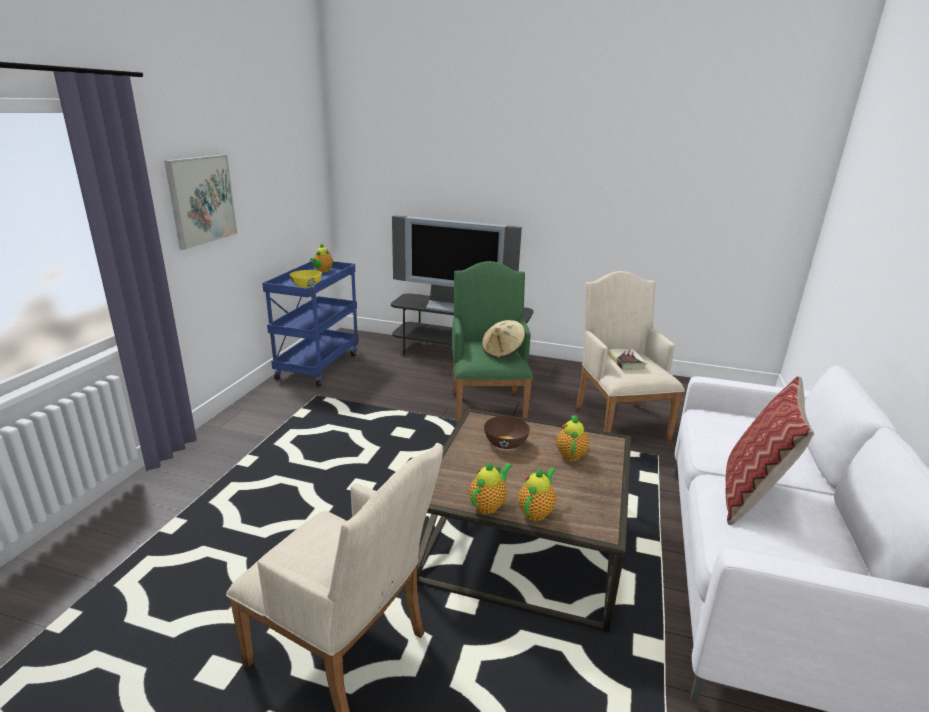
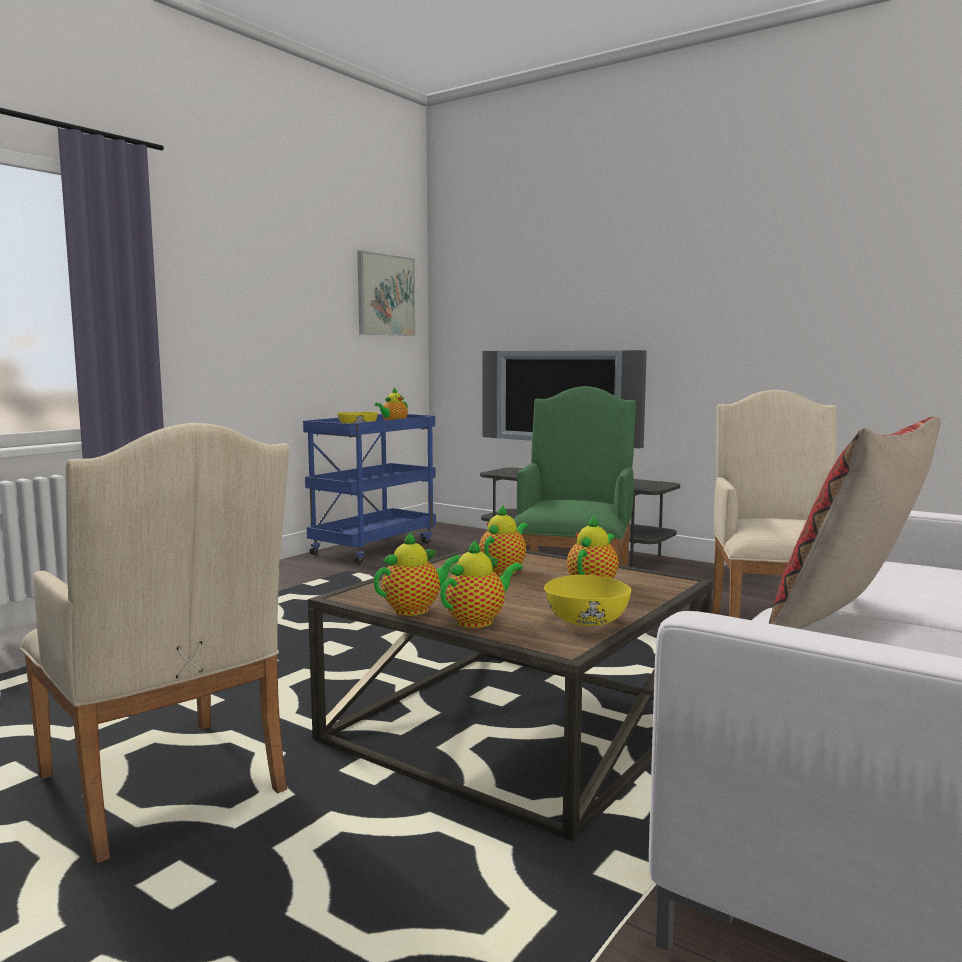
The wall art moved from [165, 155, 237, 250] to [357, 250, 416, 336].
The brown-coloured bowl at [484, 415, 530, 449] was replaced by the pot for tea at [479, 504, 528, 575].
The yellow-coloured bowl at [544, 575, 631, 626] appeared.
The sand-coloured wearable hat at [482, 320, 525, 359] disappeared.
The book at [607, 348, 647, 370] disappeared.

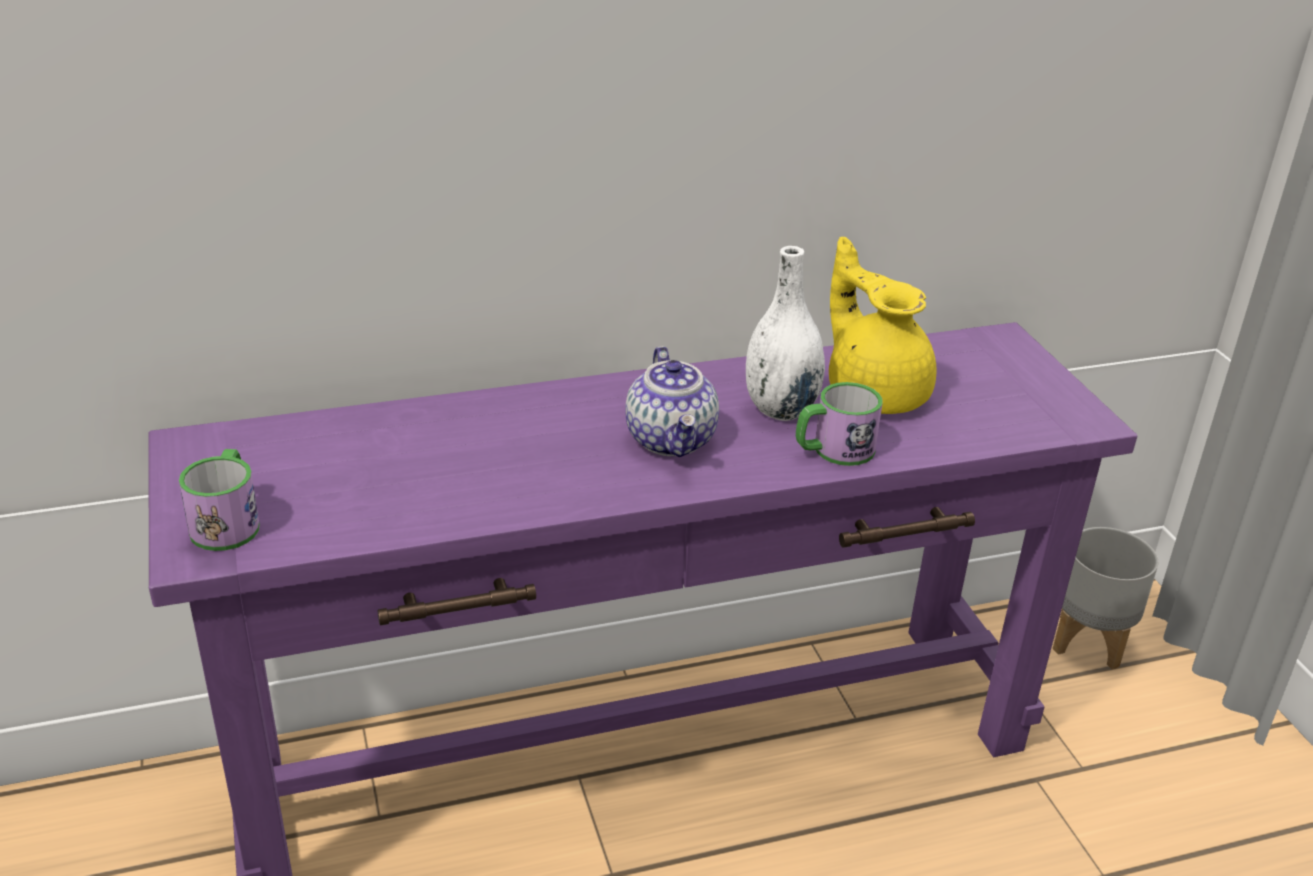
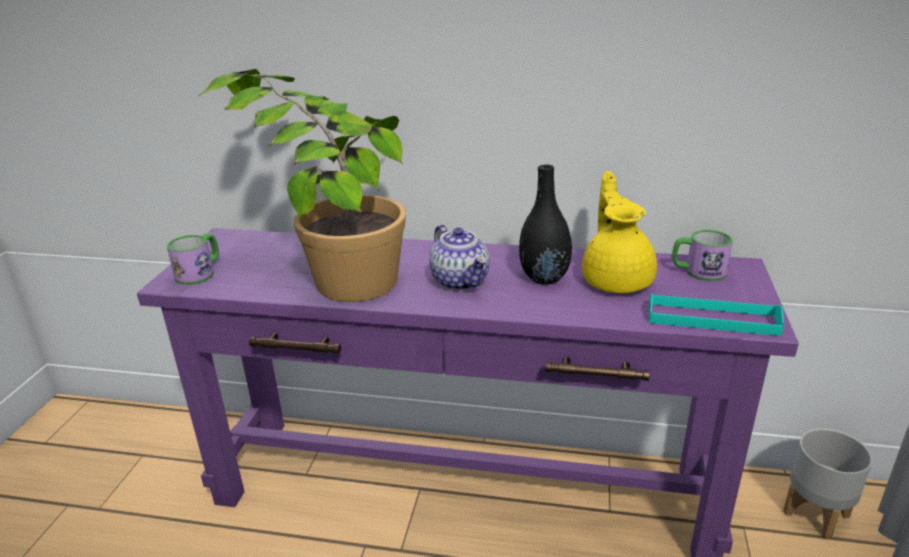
The potted plant at [198, 69, 406, 302] appeared.
The pot for tea at [625, 346, 719, 457] turned 45 degrees counterclockwise.
The white vase at [746, 246, 825, 421] became the blackish vase at [519, 164, 572, 285].
The turquoise tray at [649, 293, 784, 336] appeared.
The tea mug moved from [796, 382, 883, 466] to [672, 230, 733, 281].

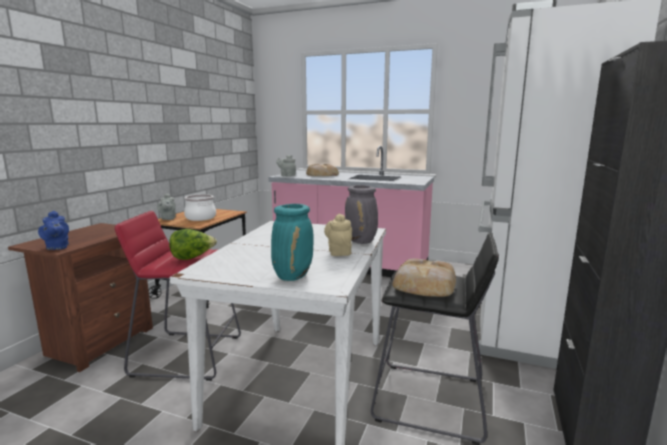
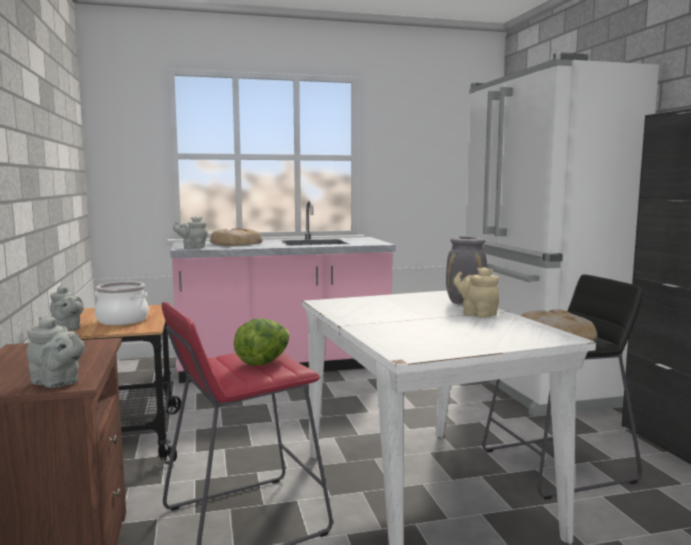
The blue pot for tea at [38, 211, 69, 250] became the greyish pot for tea at [27, 316, 85, 388].
The turquoise vase at [271, 204, 313, 281] disappeared.

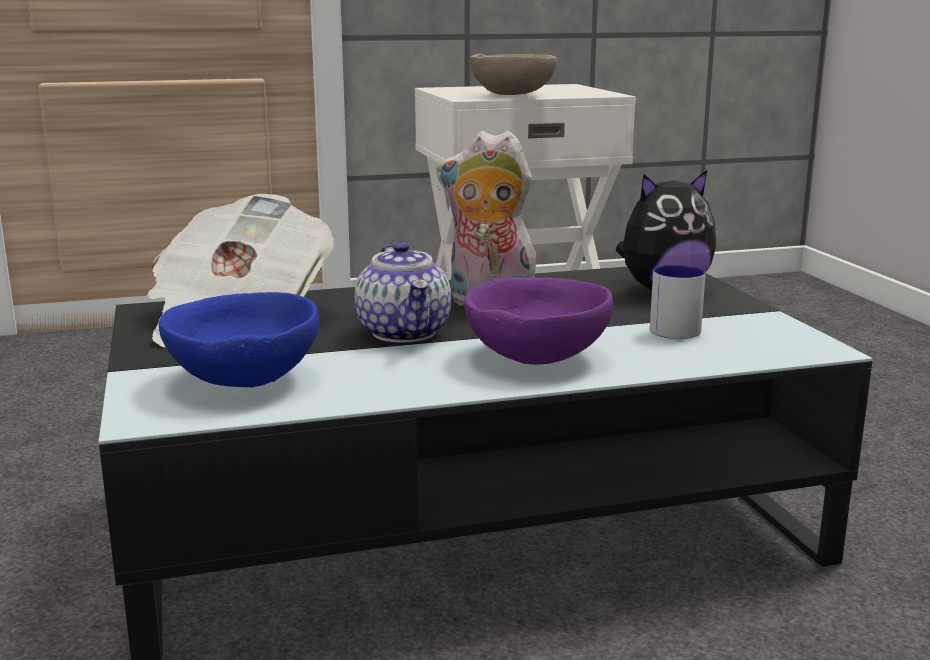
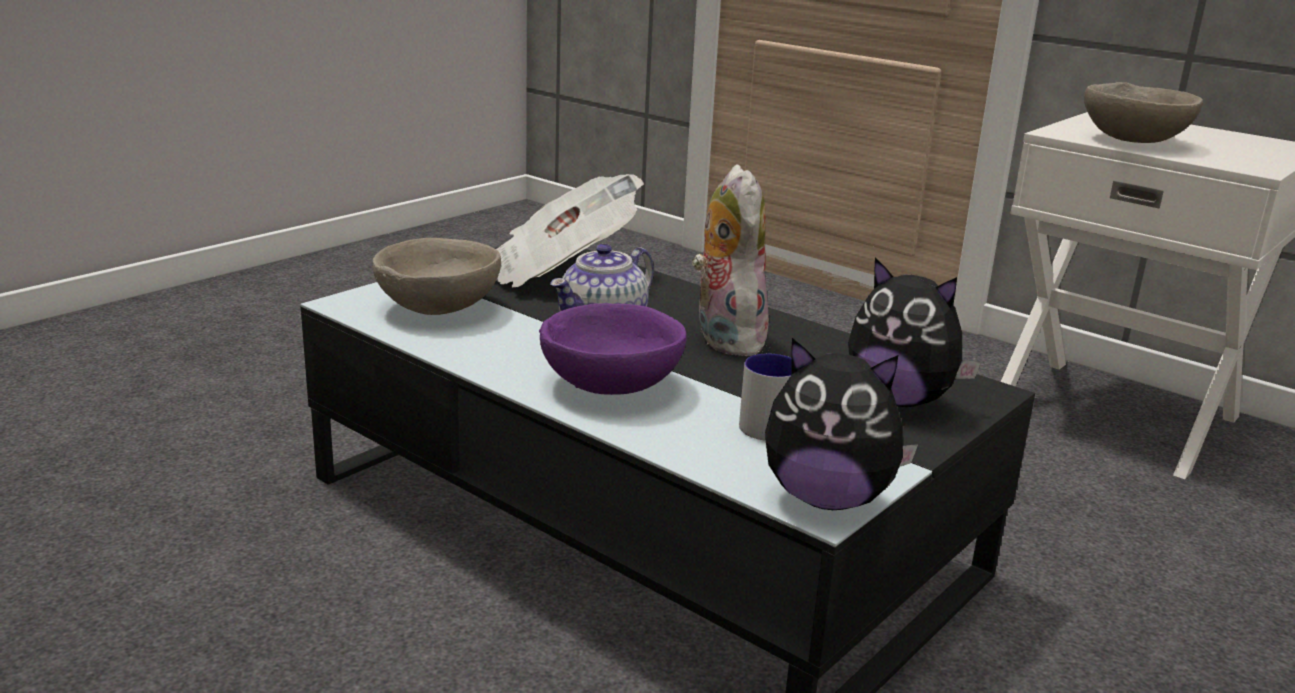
The blue bowl at [159, 292, 319, 387] became the sand-coloured bowl at [373, 238, 501, 315].
The soft toy at [765, 338, 918, 510] appeared.

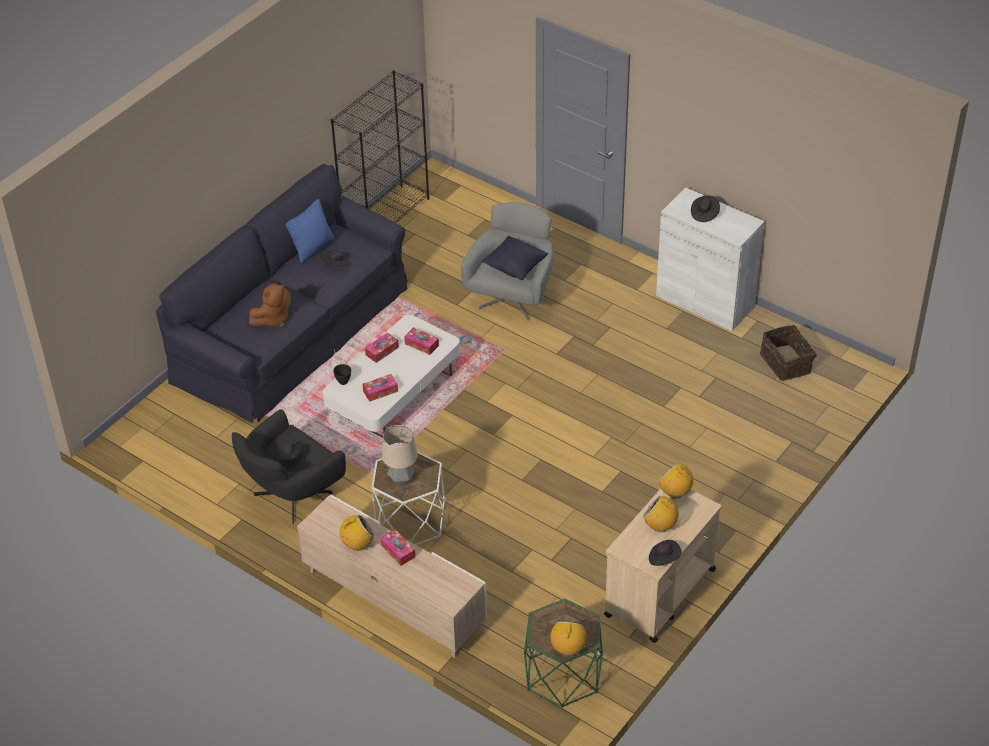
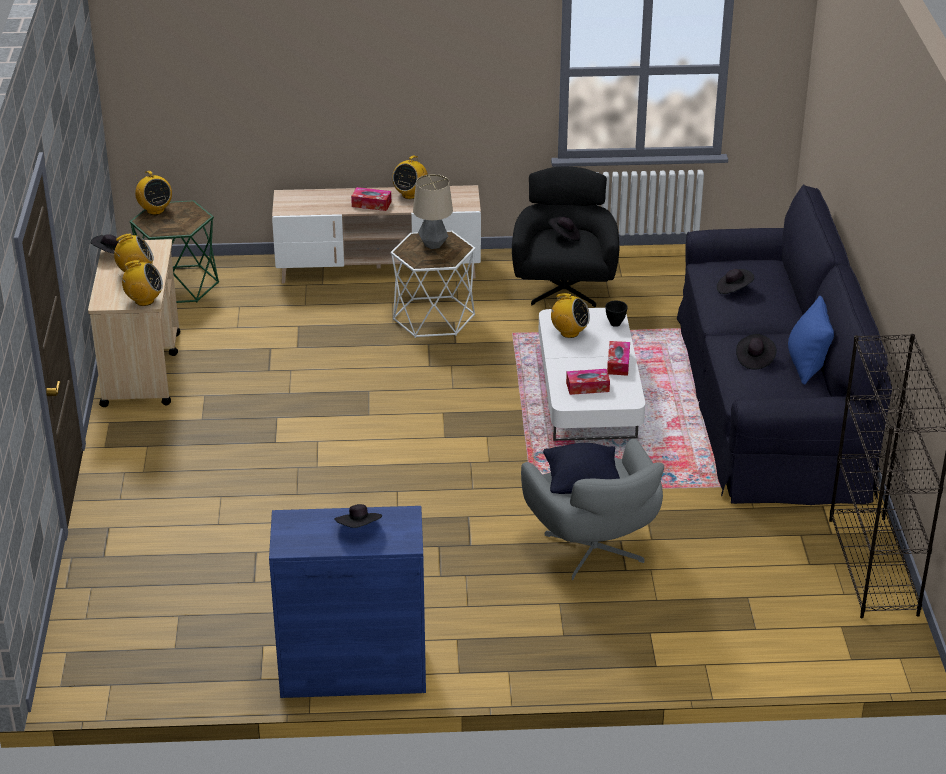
The white cabinet at [656, 188, 765, 331] became the blue cabinet at [269, 506, 426, 698].
The tissue box at [362, 374, 398, 402] was replaced by the radio at [549, 293, 590, 338].
The brown-coloured soft toy at [249, 283, 291, 327] was replaced by the blackish wearable hat at [717, 269, 754, 294].
The household basket at [760, 325, 817, 381] disappeared.

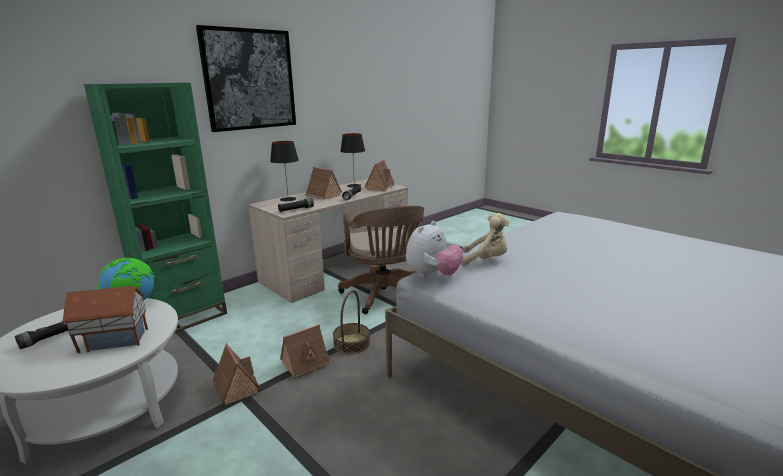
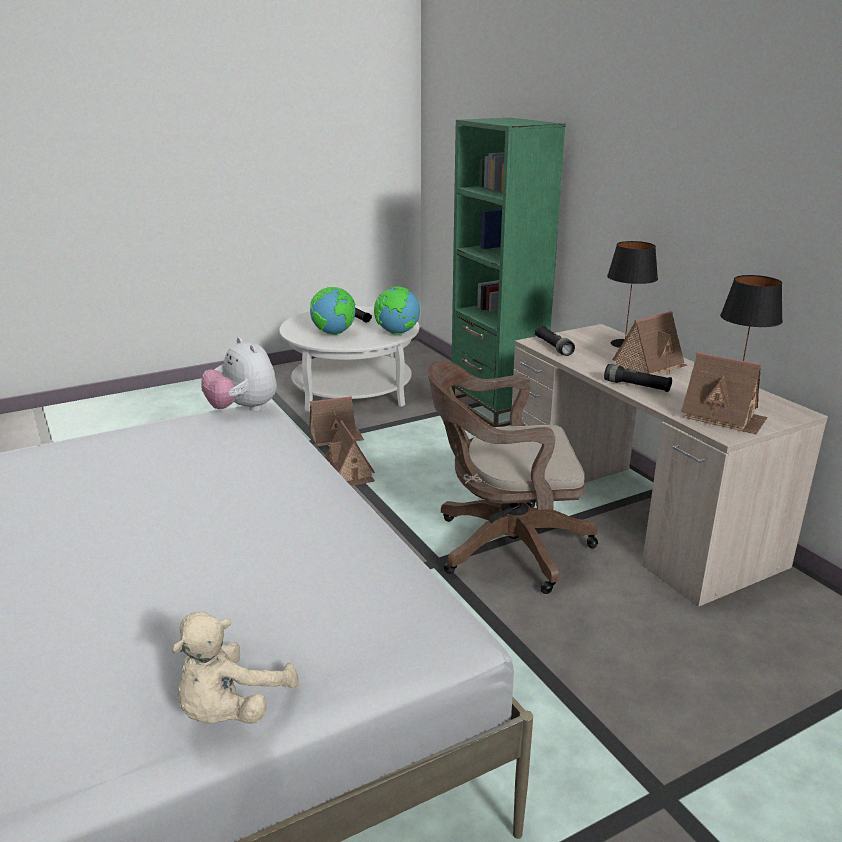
The sand-coloured soft toy moved from [461, 213, 509, 266] to [171, 611, 299, 724].
The toy house at [61, 286, 148, 353] was replaced by the globe at [310, 287, 355, 335].
The wall art at [196, 25, 296, 132] disappeared.
The household basket at [333, 290, 370, 354] disappeared.

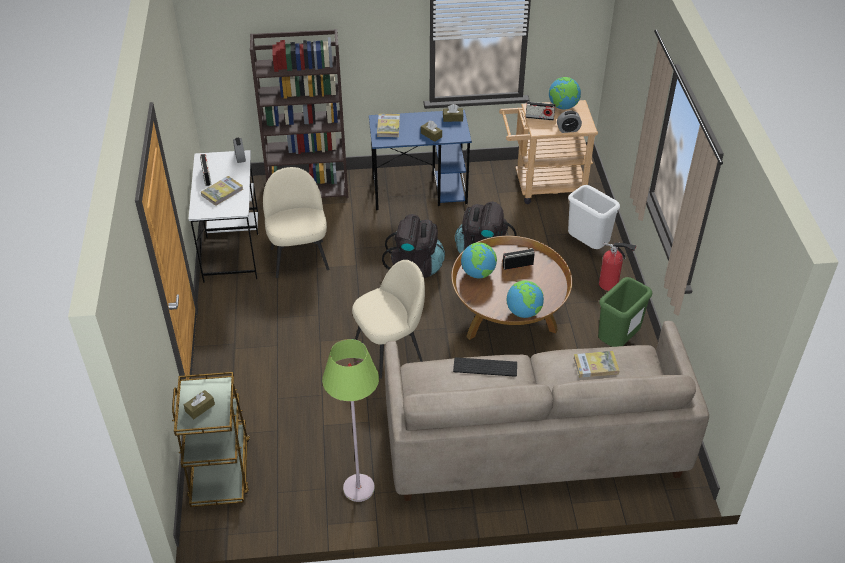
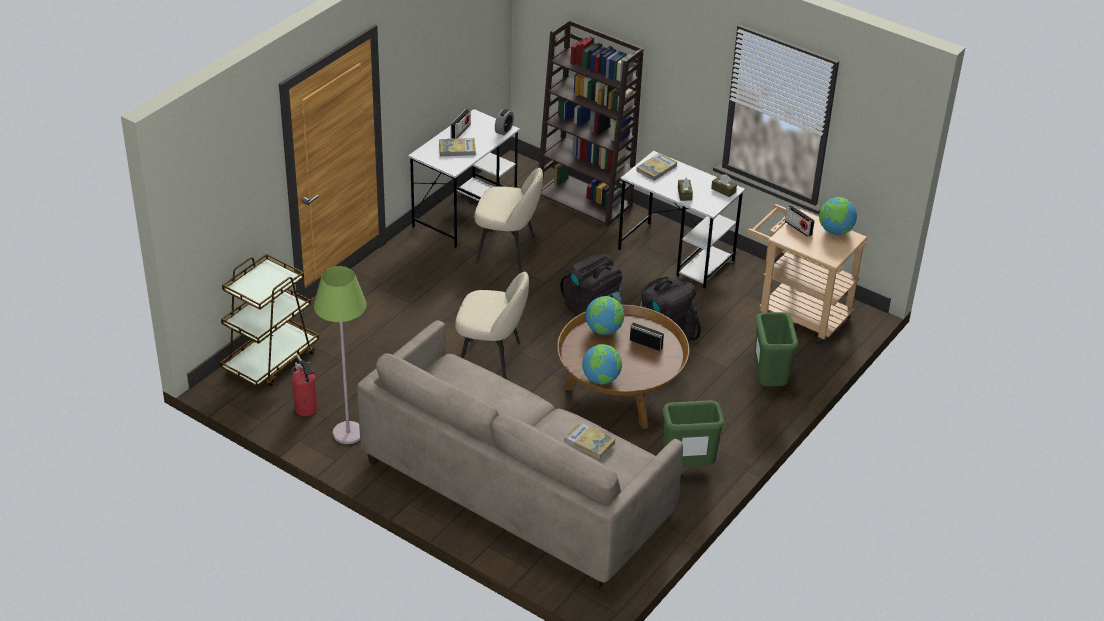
The extinguisher moved from [599, 241, 636, 291] to [292, 355, 317, 416].
The sand-coloured plain chair at [263, 167, 329, 278] turned 75 degrees clockwise.
The blue desk unit at [369, 110, 472, 210] became the white desk unit at [618, 151, 745, 289].
The white waste bin at [568, 185, 620, 249] became the green-coloured waste bin at [754, 312, 798, 386].
The brown-coloured tissue box at [184, 390, 215, 419] disappeared.
The PC keyboard at [453, 357, 517, 377] disappeared.
The alarm clock at [557, 110, 582, 133] disappeared.

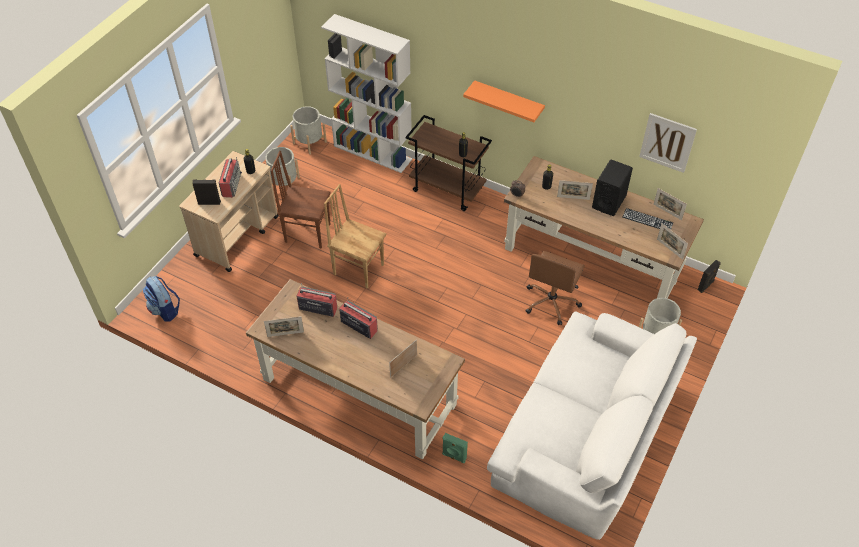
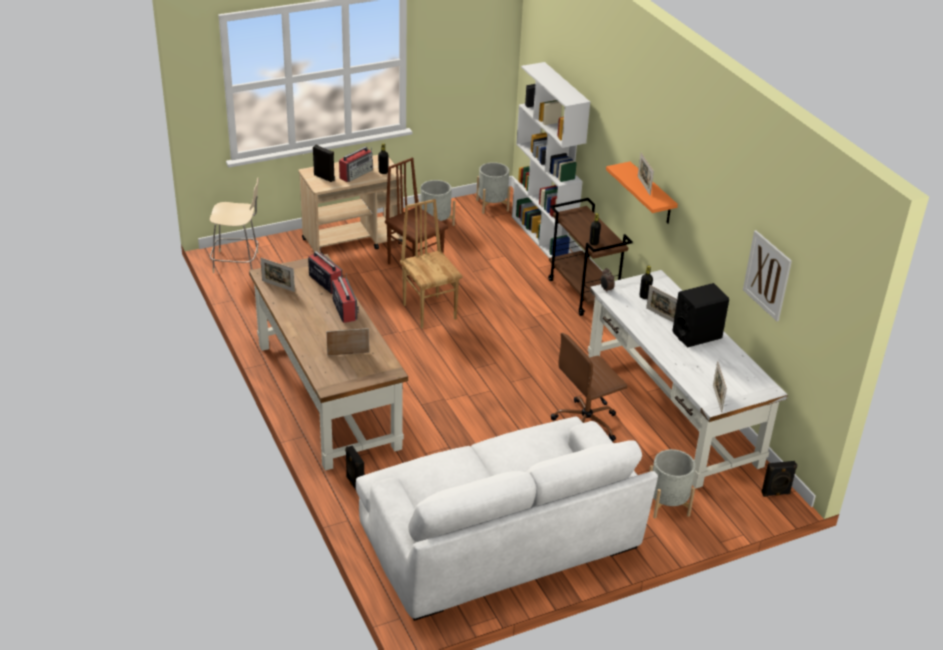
The knapsack at [143, 276, 180, 322] was replaced by the sand-coloured plain chair at [210, 178, 259, 273].
The green-coloured speaker at [442, 433, 468, 463] became the blackish speaker at [345, 446, 364, 492].
The brown-coloured desk unit at [504, 156, 704, 298] became the white desk unit at [588, 270, 788, 489].
The picture frame moved from [653, 188, 687, 220] to [638, 153, 654, 195].
The PC keyboard at [623, 208, 673, 230] disappeared.

